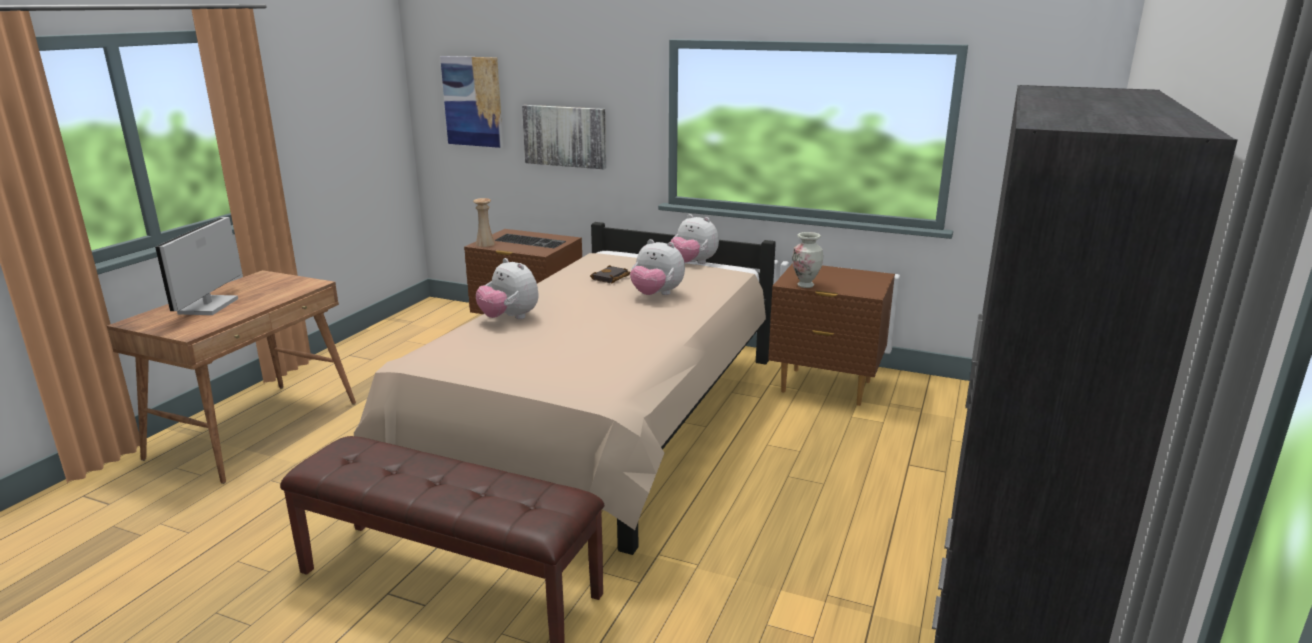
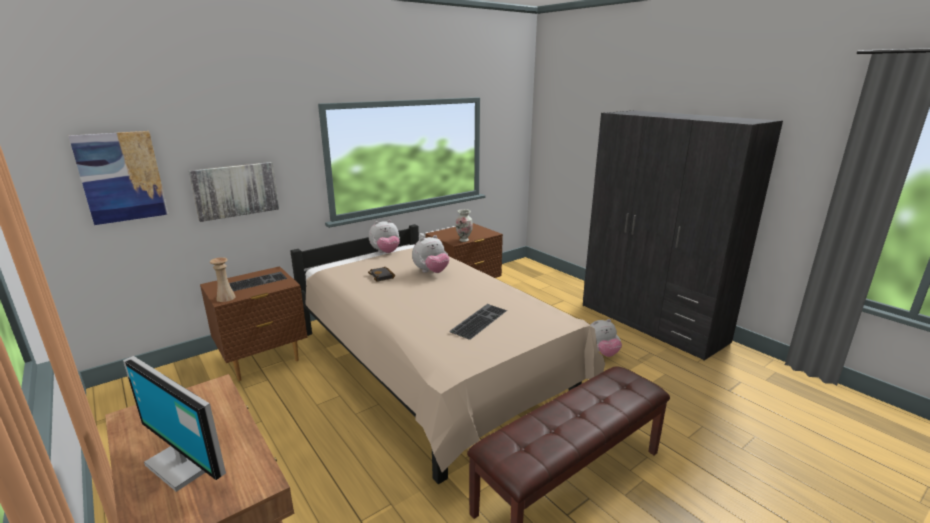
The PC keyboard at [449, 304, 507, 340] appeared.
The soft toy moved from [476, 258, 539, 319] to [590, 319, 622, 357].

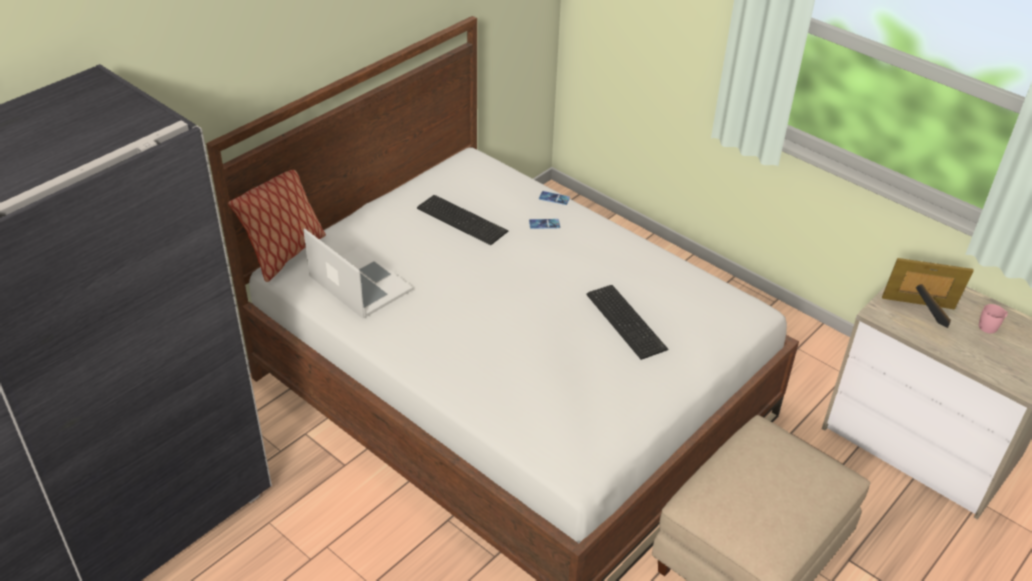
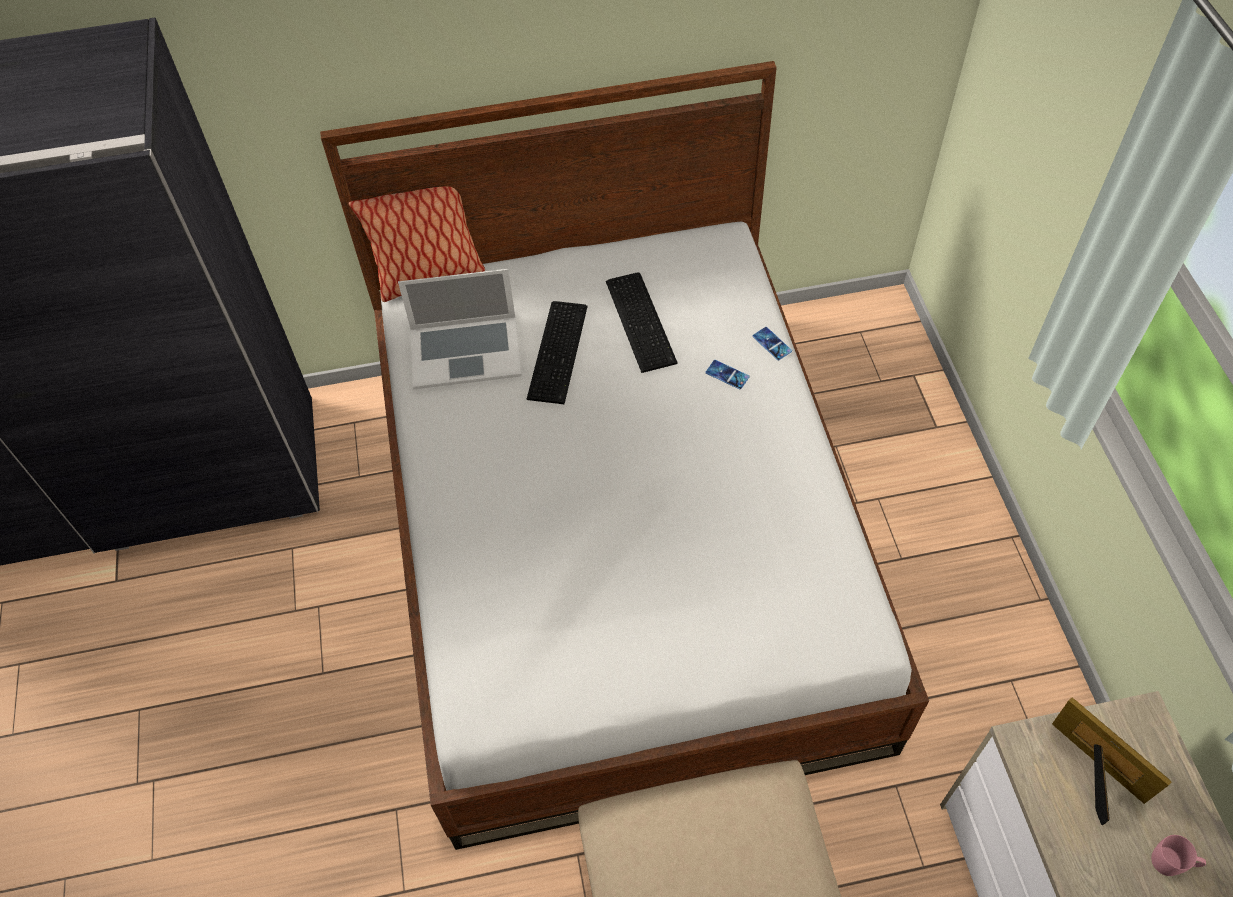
The portable computer at [303, 228, 413, 319] turned 90 degrees clockwise.
The PC keyboard moved from [586, 285, 668, 360] to [527, 301, 588, 404].

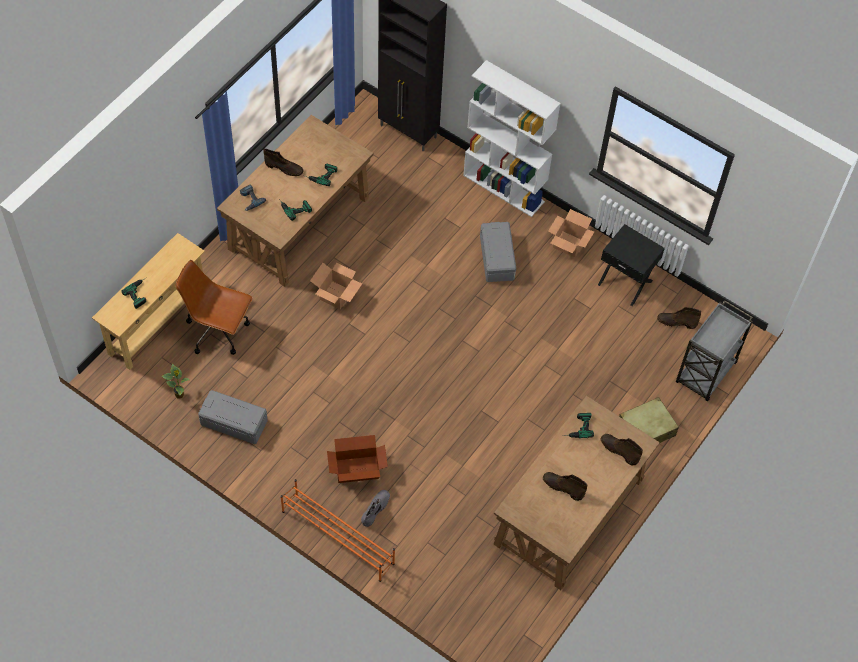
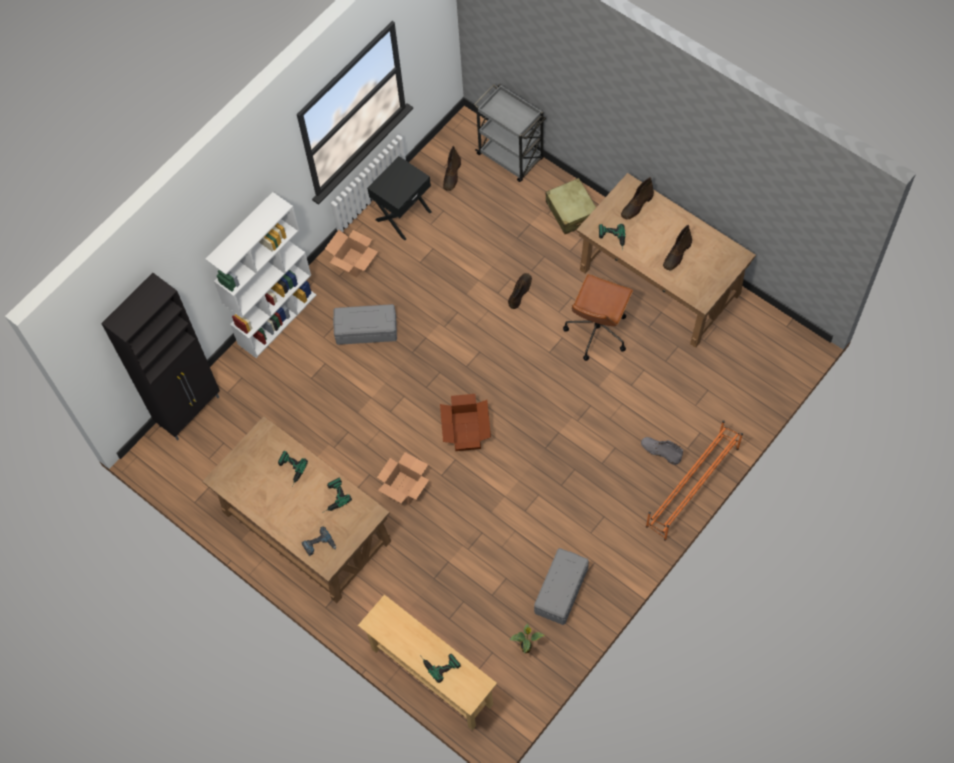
The carton moved from [327, 435, 388, 483] to [440, 394, 491, 451].
The brown-coloured high-top boot moved from [264, 149, 304, 176] to [508, 273, 532, 309].
The brown-coloured computer chair moved from [176, 260, 253, 355] to [563, 274, 633, 361].

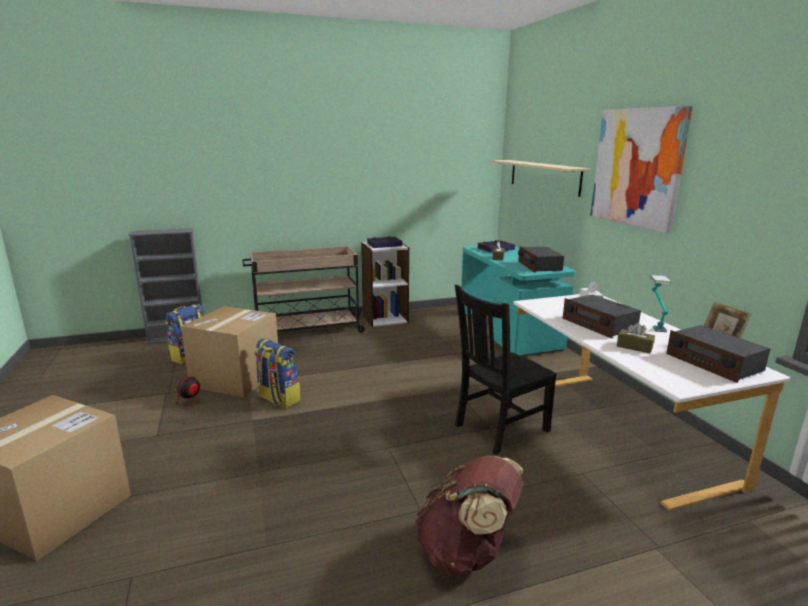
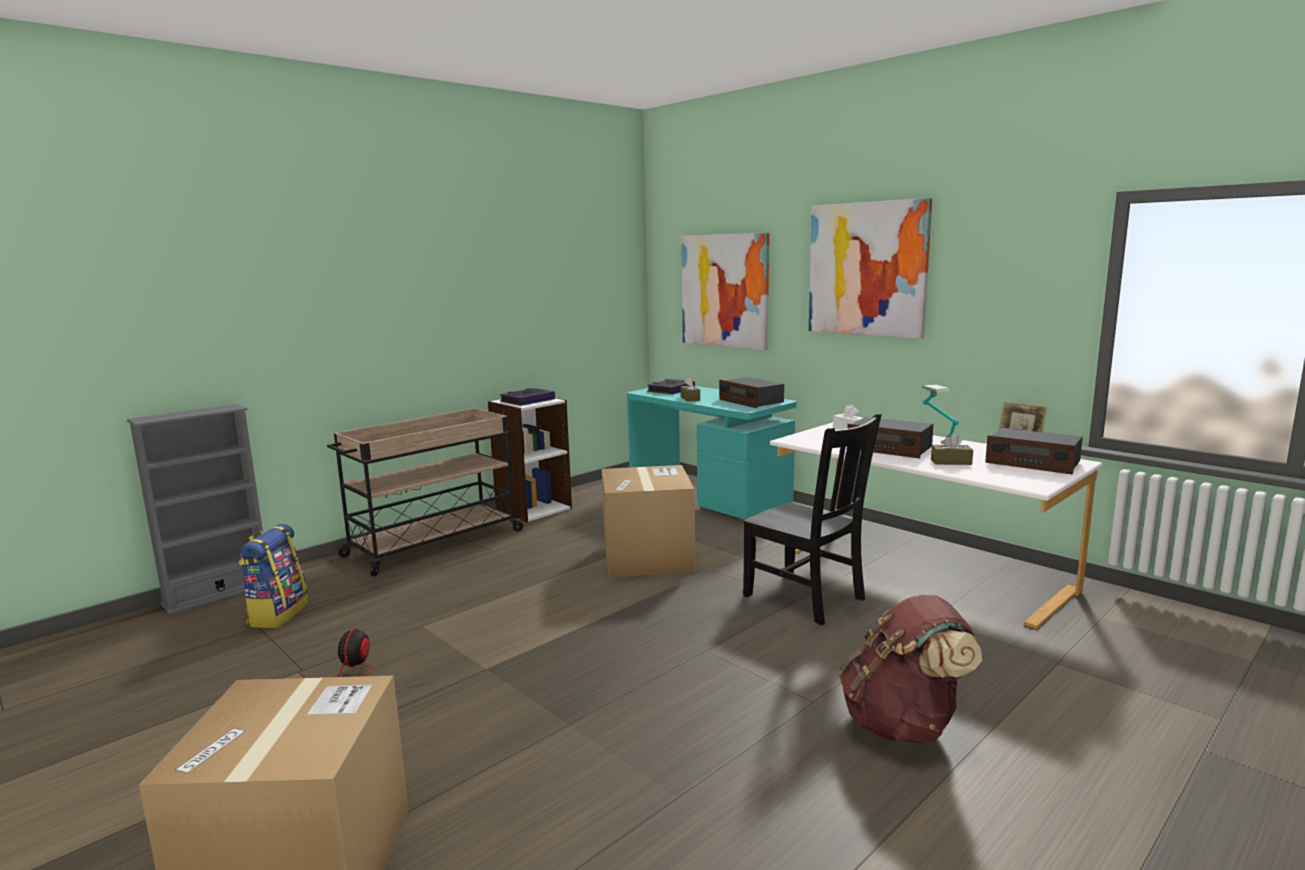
The carton moved from [181, 306, 278, 397] to [602, 465, 695, 577].
The sand-coloured bracket shelf at [490, 160, 590, 197] was replaced by the wall art at [681, 233, 769, 350].
The blackish plain chair at [455, 285, 557, 455] turned 75 degrees counterclockwise.
The knapsack at [254, 339, 301, 409] disappeared.

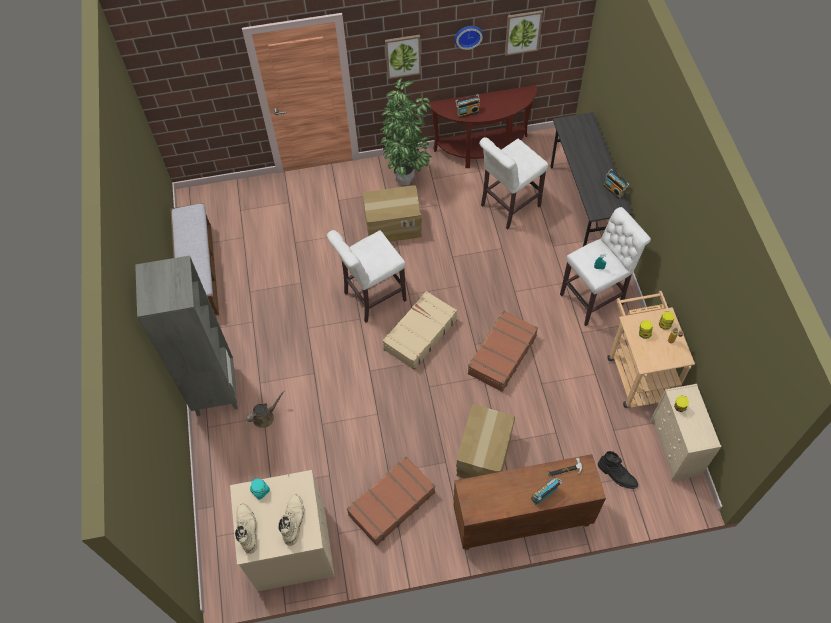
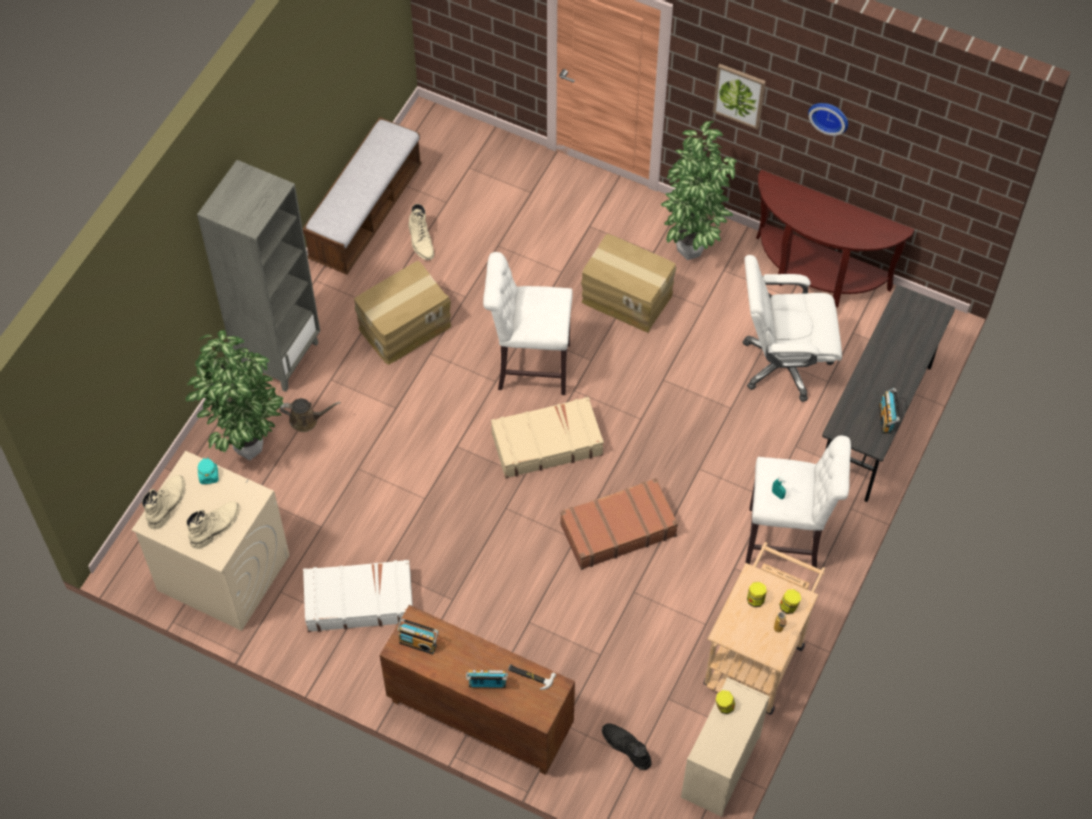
The potted plant at [186, 330, 283, 461] appeared.
The brown-coloured piece of luggage at [347, 456, 435, 546] became the white piece of luggage at [303, 560, 413, 632].
The carton moved from [456, 404, 515, 479] to [354, 261, 451, 365].
The radio moved from [455, 94, 480, 118] to [397, 618, 439, 655].
The sand-coloured high-top boot at [409, 204, 434, 260] appeared.
The blackish high-top boot at [598, 451, 638, 489] turned 150 degrees clockwise.
The white stool seat at [479, 137, 548, 229] was replaced by the white computer chair at [743, 255, 842, 402].
The wall art at [505, 10, 543, 56] disappeared.

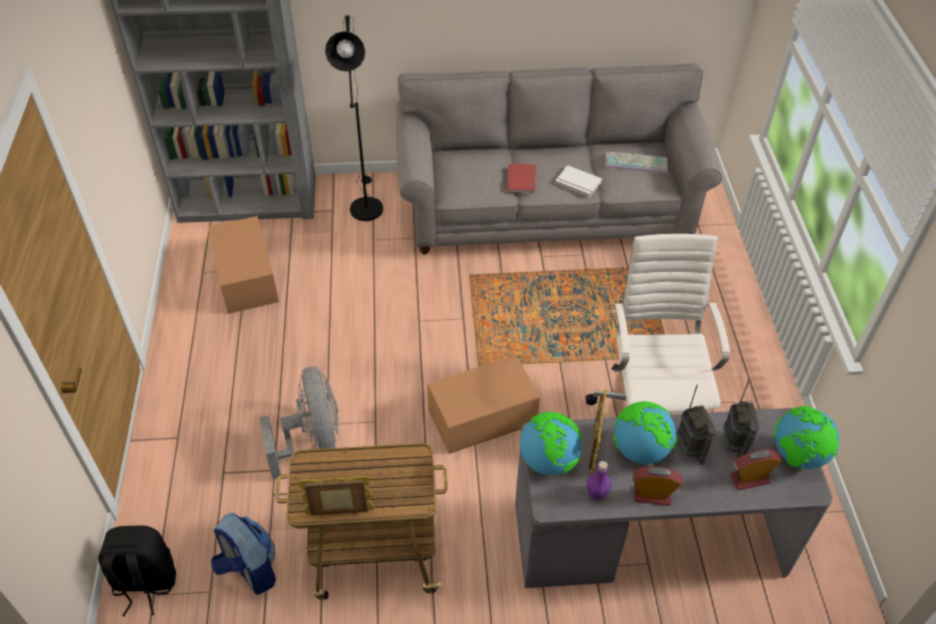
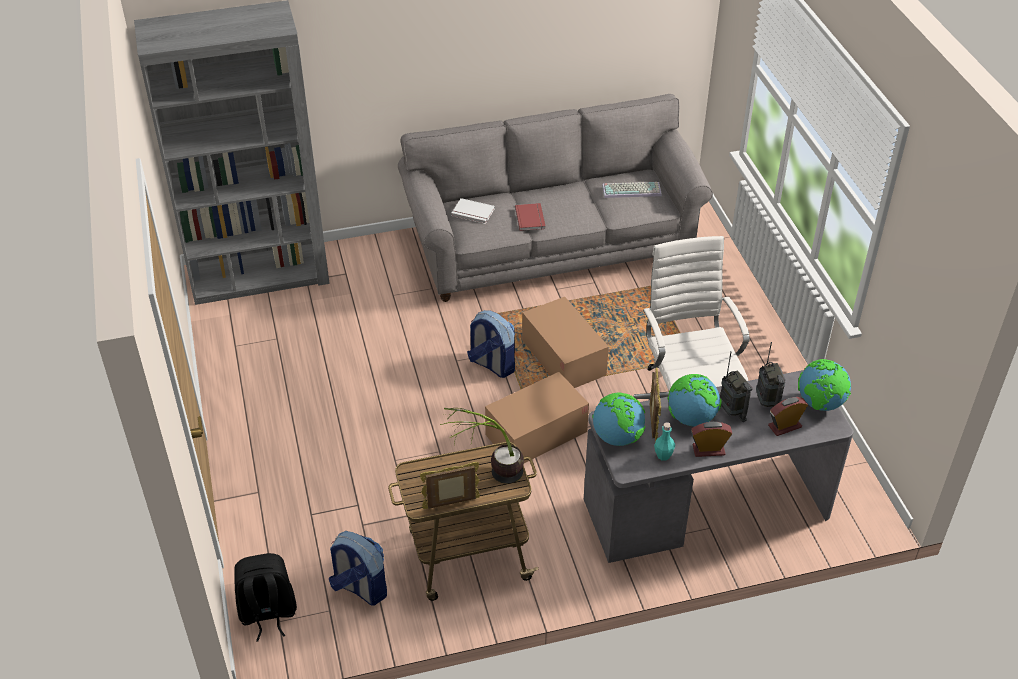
The potted plant at [440, 408, 524, 484] appeared.
The white book moved from [555, 165, 602, 197] to [452, 198, 495, 224].
The knapsack at [467, 310, 515, 378] appeared.
The carton moved from [208, 216, 279, 314] to [522, 297, 609, 388].
The purple-coloured bottle at [587, 461, 611, 500] became the turquoise bottle at [654, 422, 675, 461].
The greyish fan at [259, 367, 339, 480] disappeared.
The blackish floor lamp at [325, 16, 383, 221] disappeared.

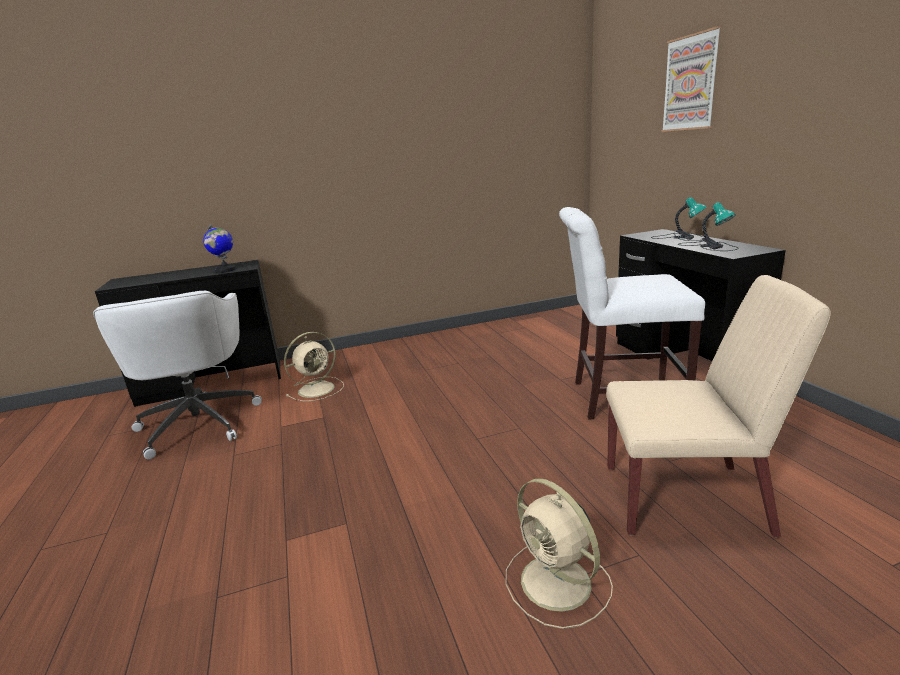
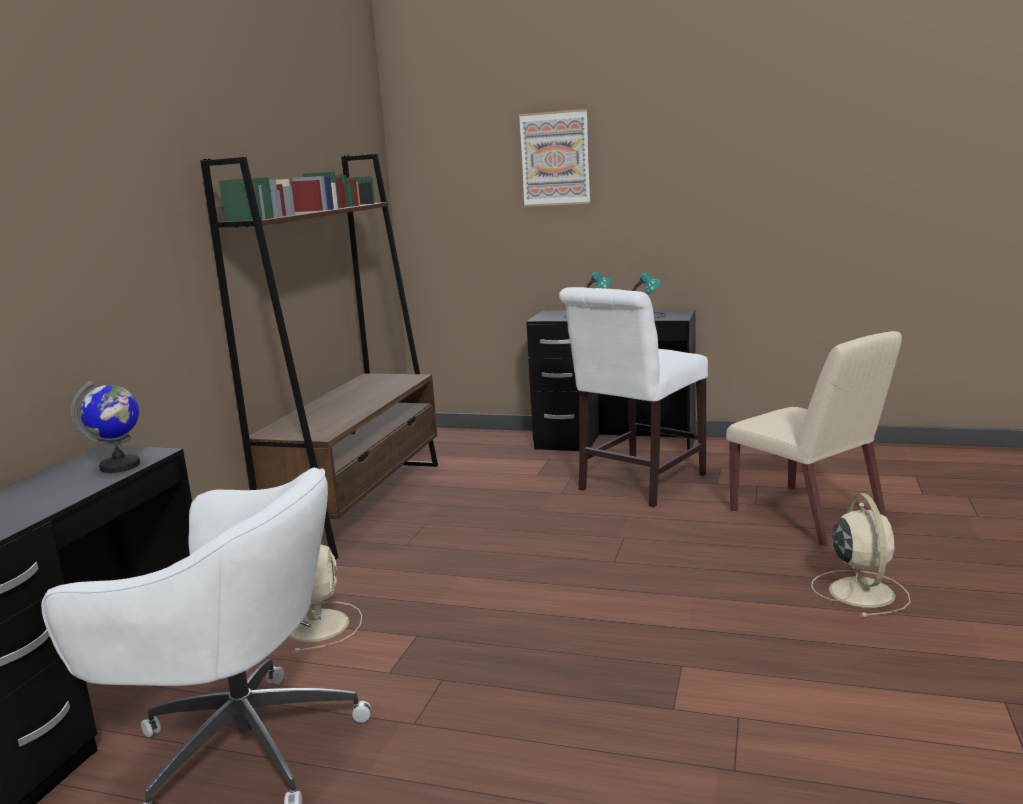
The brown-coloured shelving unit at [200, 154, 438, 560] appeared.
The sand-coloured plain chair at [606, 275, 831, 538] turned 105 degrees clockwise.
The sand-coloured fan at [506, 478, 613, 629] turned 90 degrees counterclockwise.

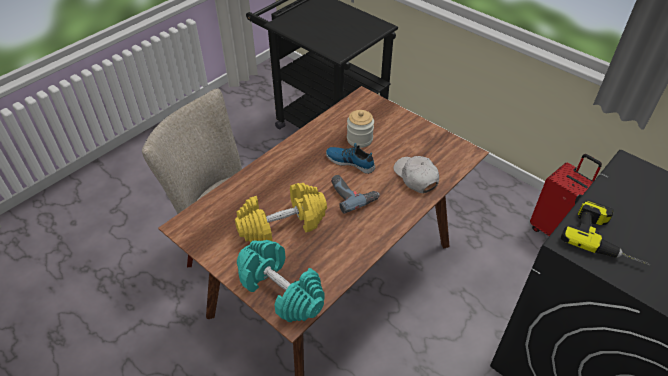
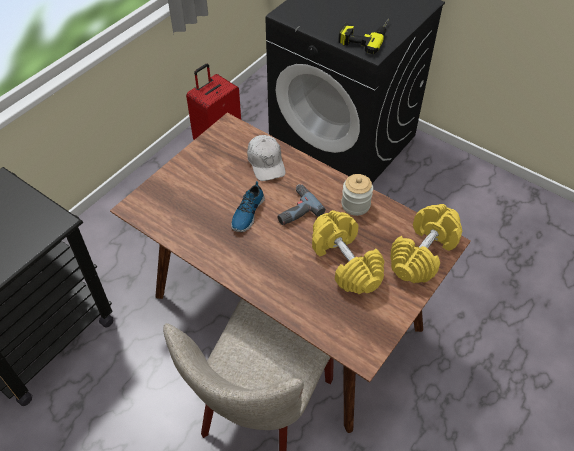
The white cap at [393, 156, 439, 193] turned 75 degrees counterclockwise.
The jar moved from [347, 110, 374, 148] to [341, 174, 373, 216].
The turquoise dumbbell at [237, 240, 325, 322] became the yellow-coloured dumbbell at [390, 204, 462, 283].

